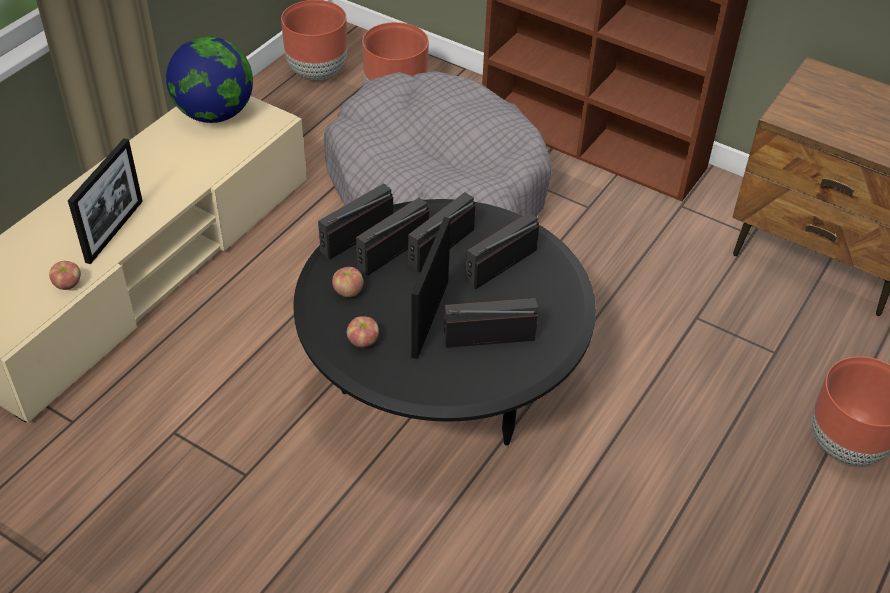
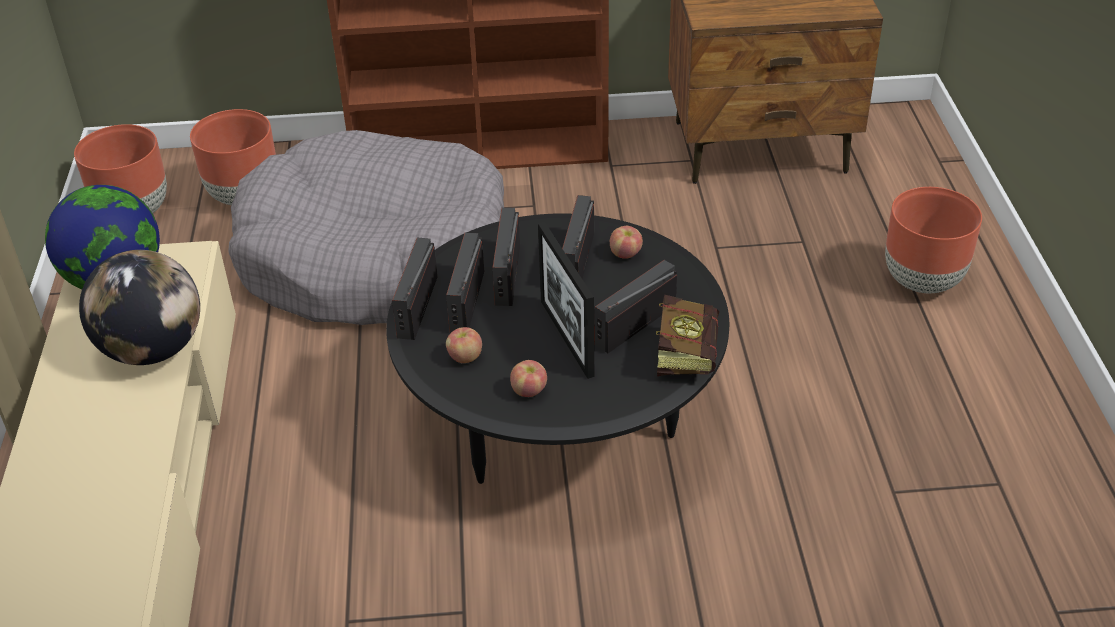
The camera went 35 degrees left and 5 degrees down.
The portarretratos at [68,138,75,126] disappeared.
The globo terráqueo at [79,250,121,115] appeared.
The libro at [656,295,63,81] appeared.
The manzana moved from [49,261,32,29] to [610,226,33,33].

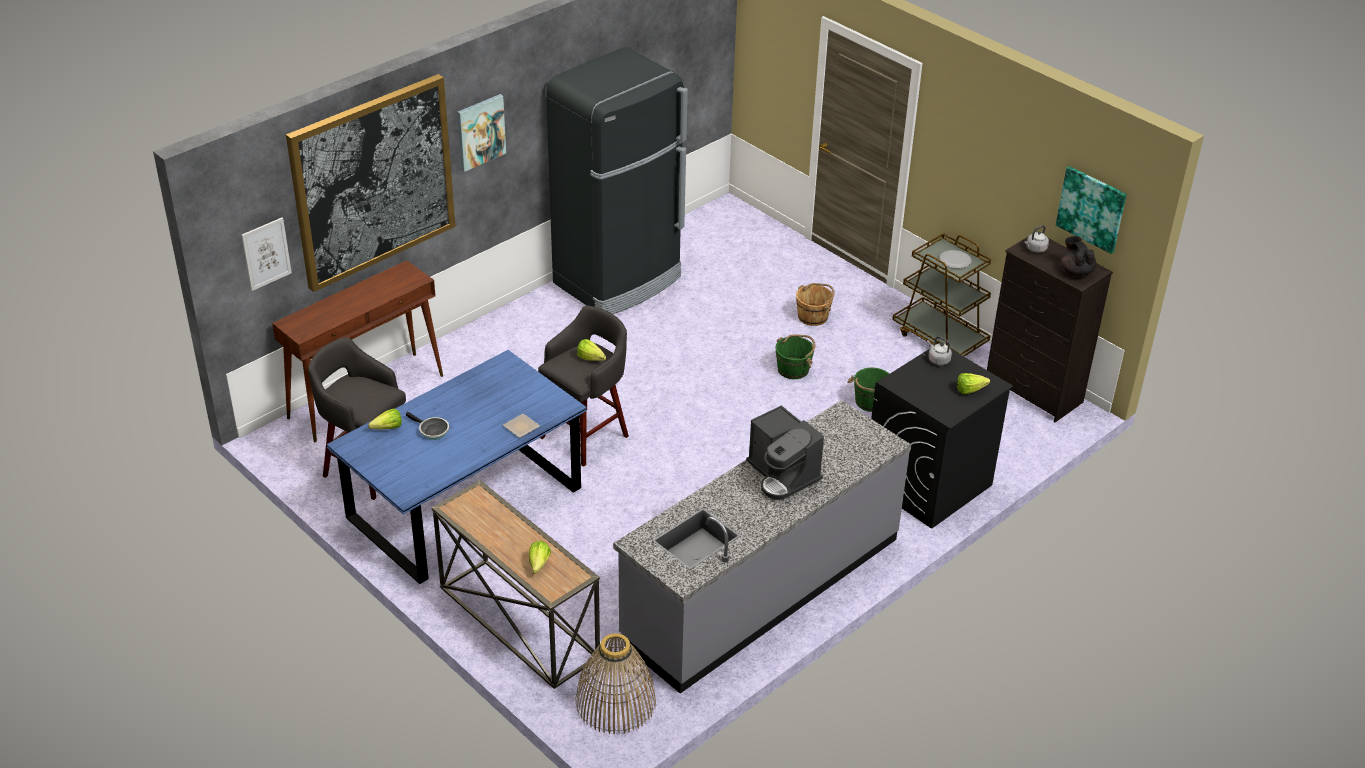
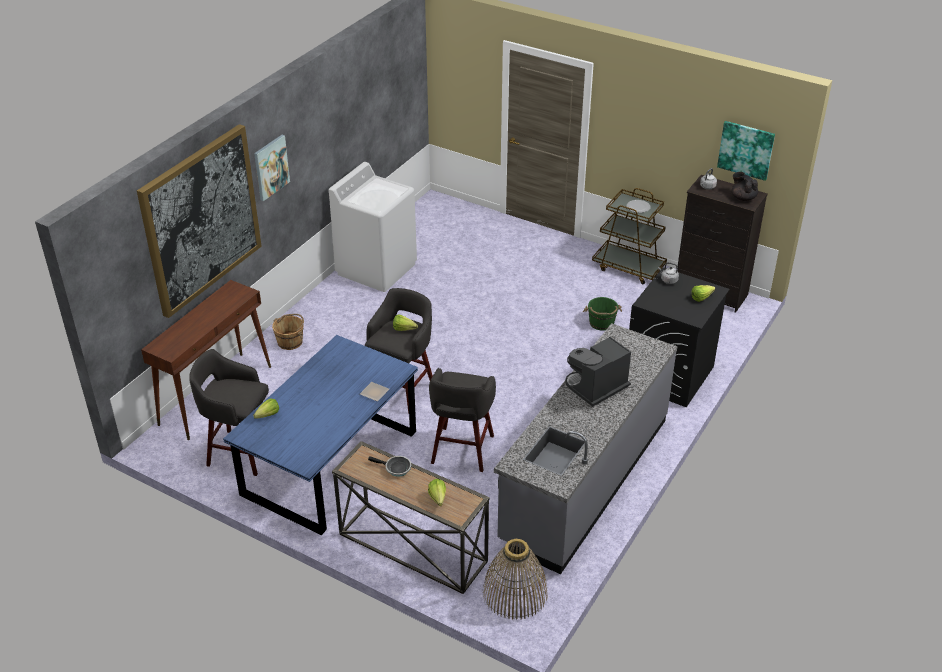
The camera went 15 degrees left and 0 degrees up.
The cuadro at [241,218,51,73] disappeared.
The cubo/verde at [775,335,40,44] disappeared.
The taburete/gris at [429,368,67,104] appeared.
The sartén moved from [406,412,43,28] to [368,456,43,21].
The cubo/marrón moved from [796,283,39,43] to [272,314,32,36].
The nevera/negro at [546,47,142,267] was replaced by the lavadora/blanco at [329,162,88,130].
The cafetera at [746,405,78,95] turned 105 degrees clockwise.

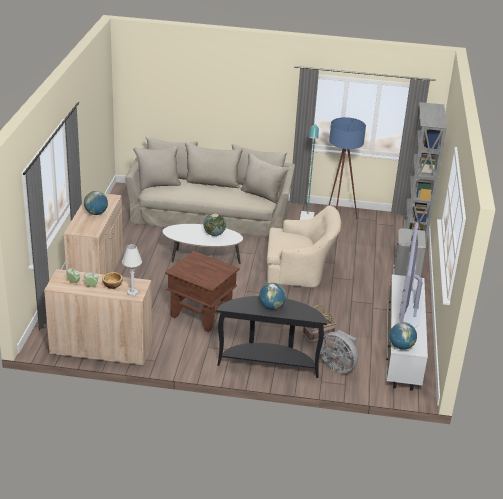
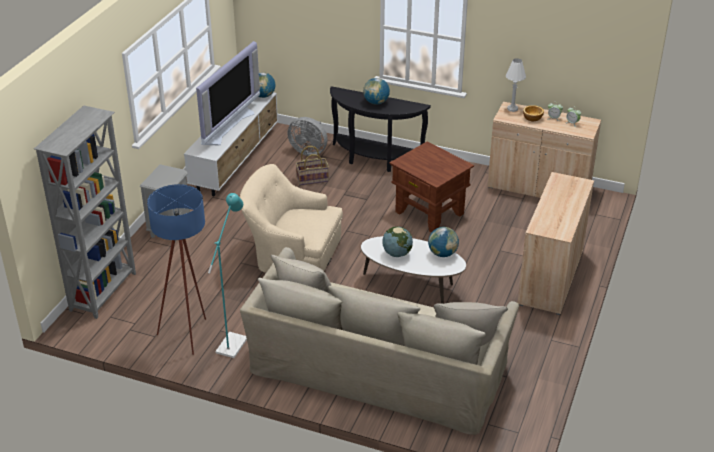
The camera went 165 degrees left and 5 degrees up.
The globo terráqueo moved from [84,191,24,24] to [428,227,31,30].
The ventilador/gris at [320,330,38,43] turned 150 degrees clockwise.

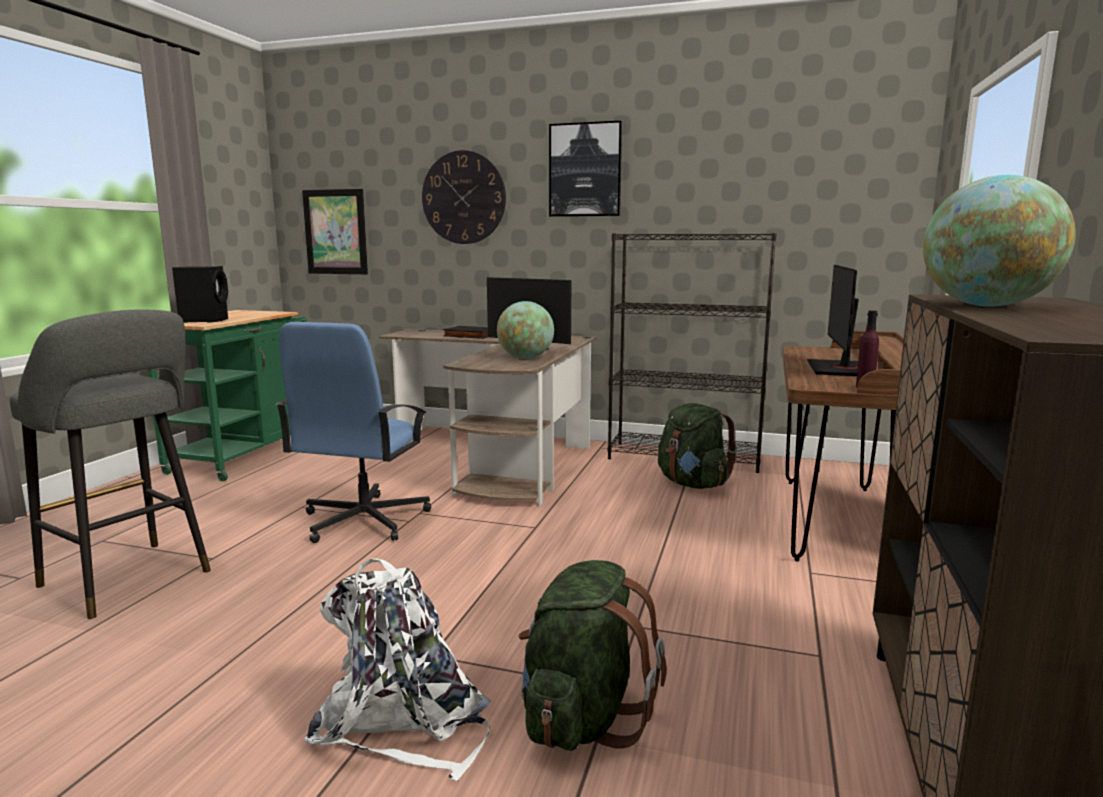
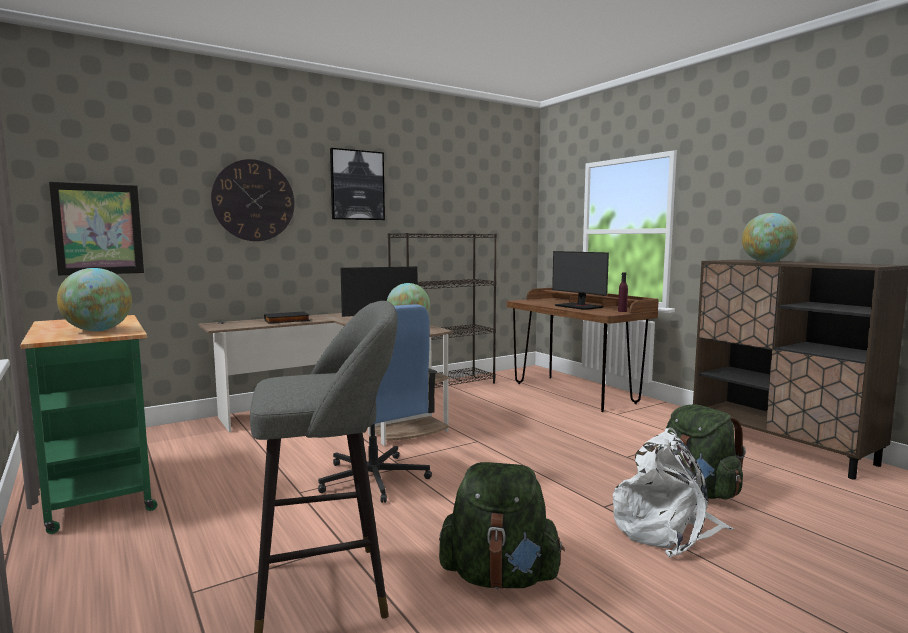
The camera went 50 degrees left and 5 degrees down.
The mochila/verde moved from [658,403,80,86] to [439,462,126,127].
The altavoz/negro at [172,266,56,57] was replaced by the globo terráqueo at [57,268,75,63].

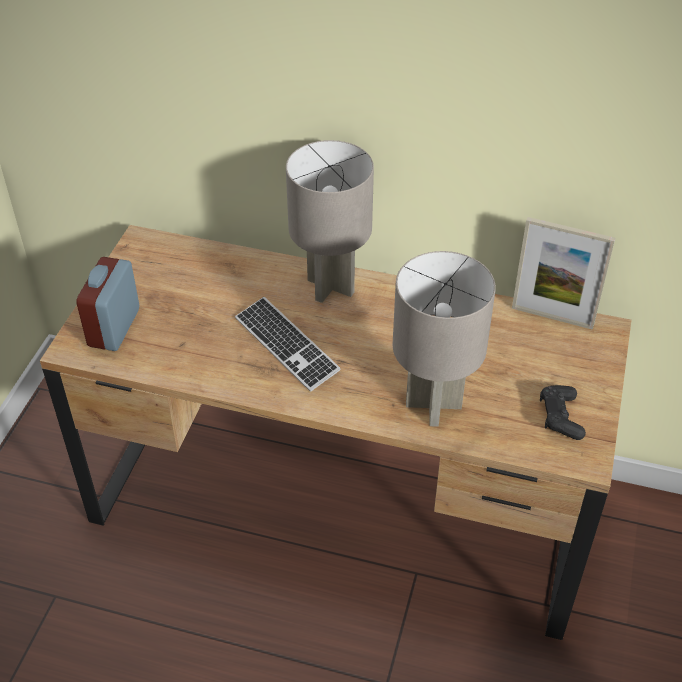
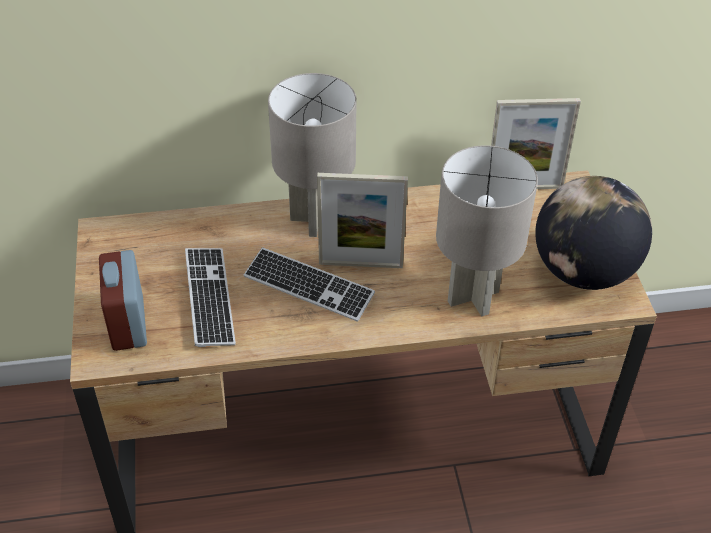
The camera went 25 degrees left and 0 degrees up.
The teclado at [185,248,51,99] appeared.
The portarretratos at [317,173,91,95] appeared.
The mando de consola/negro at [540,385,46,55] was replaced by the globo terráqueo at [535,176,117,114].

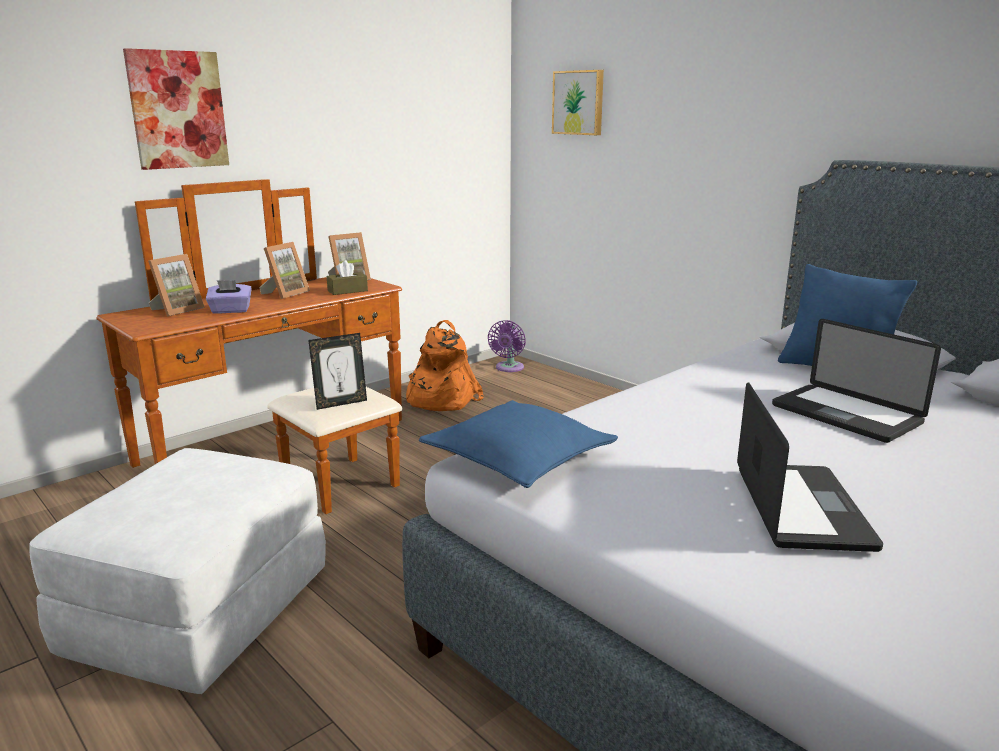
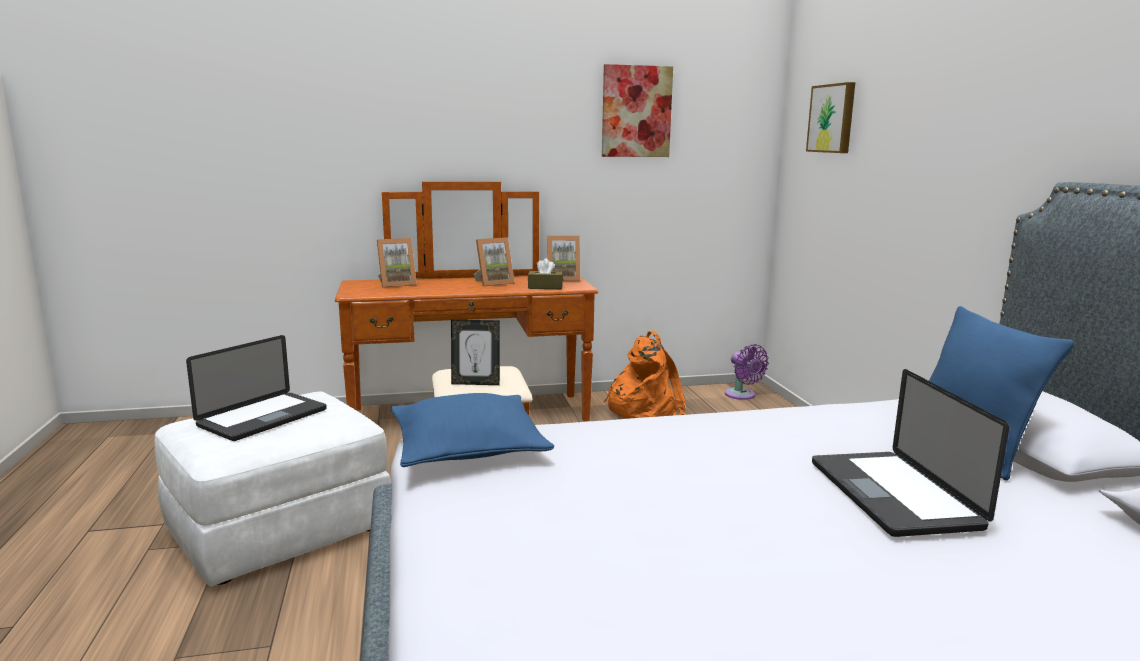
The camera went 30 degrees right and 5 degrees down.
The caja de pañuelos/morado at [206,280,46,34] disappeared.
The cuadro moved from [123,48,106,122] to [602,64,71,93].
The portátil moved from [737,382,146,170] to [186,335,141,106].
The ventilador/morado at [488,320,38,52] turned 75 degrees counterclockwise.

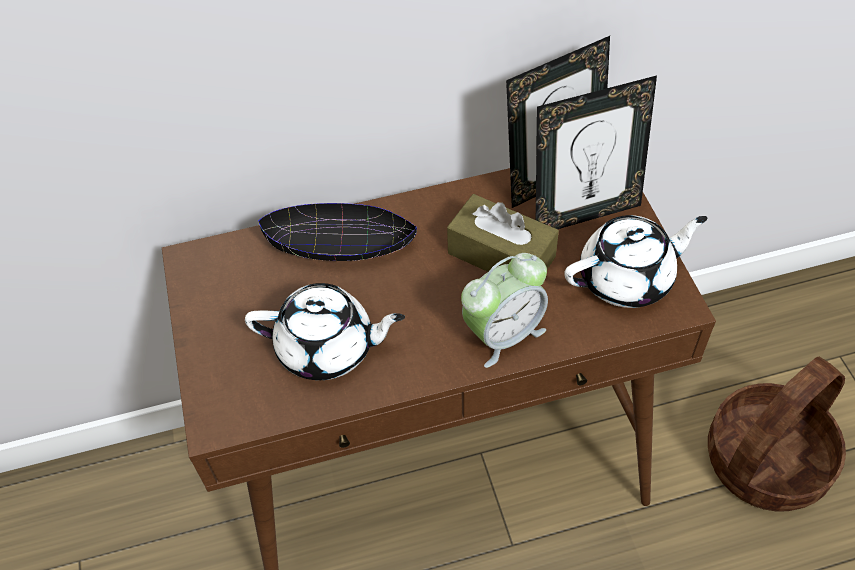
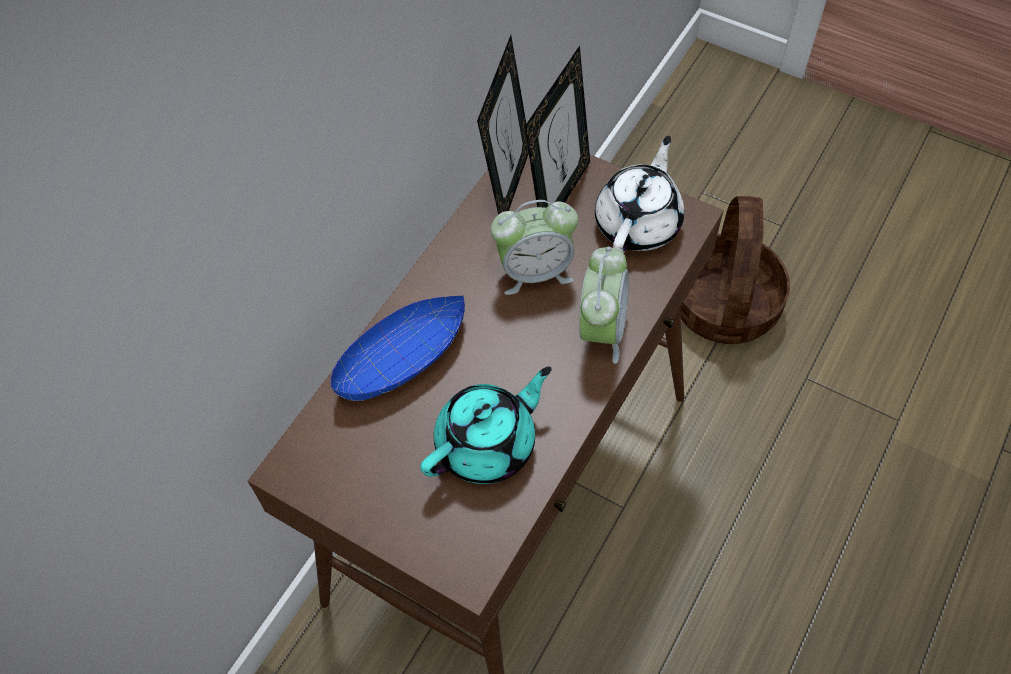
The camera went 45 degrees left and 5 degrees up.
The caja de pañuelos/marrón at [447,194,112,78] was replaced by the despertador at [491,200,87,95].
The tetera/blanco at [245,283,160,97] became the tetera/turquesa at [420,366,132,118].
The cuenco/negro at [258,203,159,58] became the cuenco/azul at [331,295,134,106].

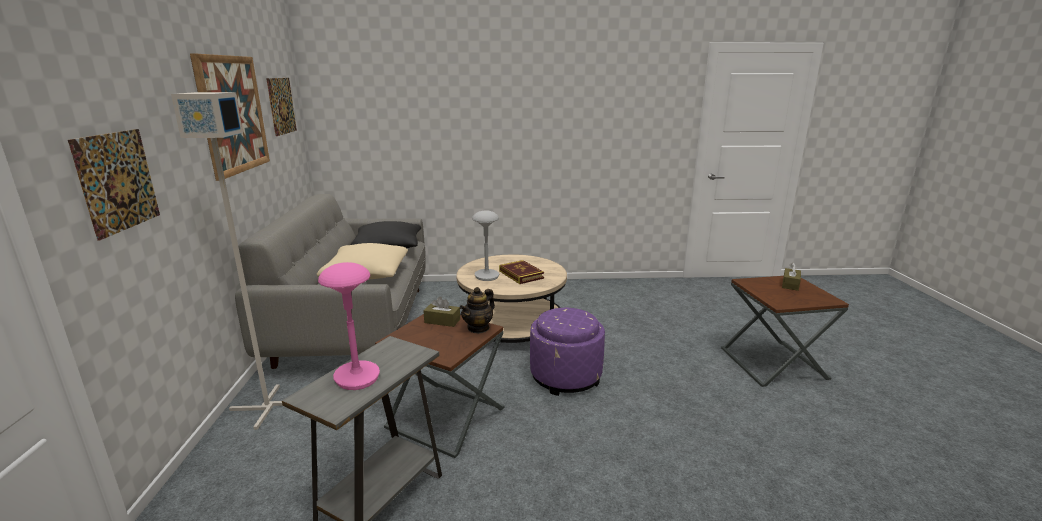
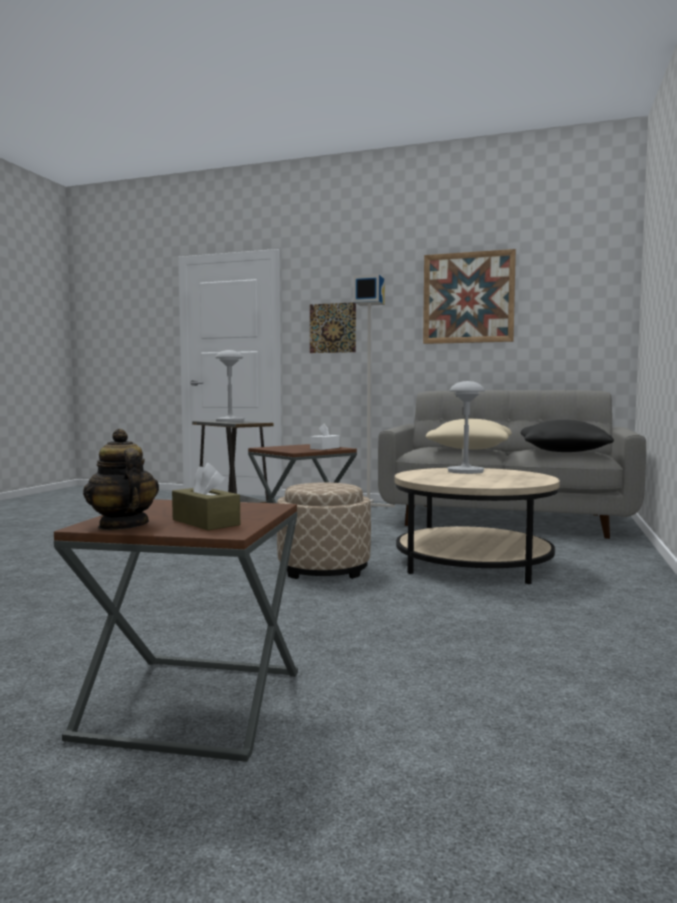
The camera went 110 degrees right and 15 degrees down.
The cuadro at [266,78,31,58] disappeared.
The libro at [499,260,45,24] disappeared.
The tetera moved from [459,287,36,47] to [83,429,76,101].
The lámpara de mesa/rosa at [318,262,62,128] became the lámpara de mesa/gris at [215,350,30,72].
The caja de pañuelos/marrón at [423,297,37,30] became the caja de pañuelos/blanco at [310,424,30,26].
The puf/morado at [530,308,75,88] became the puf/beis at [277,482,94,97].

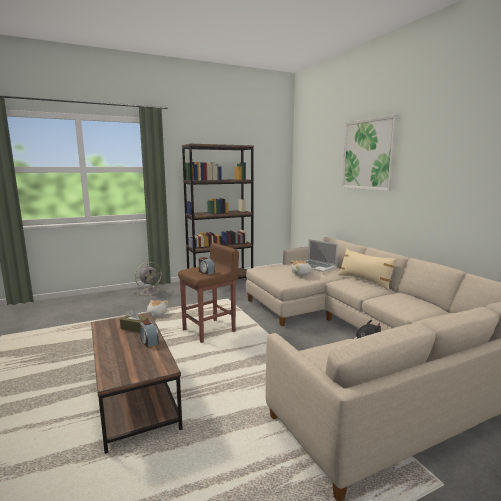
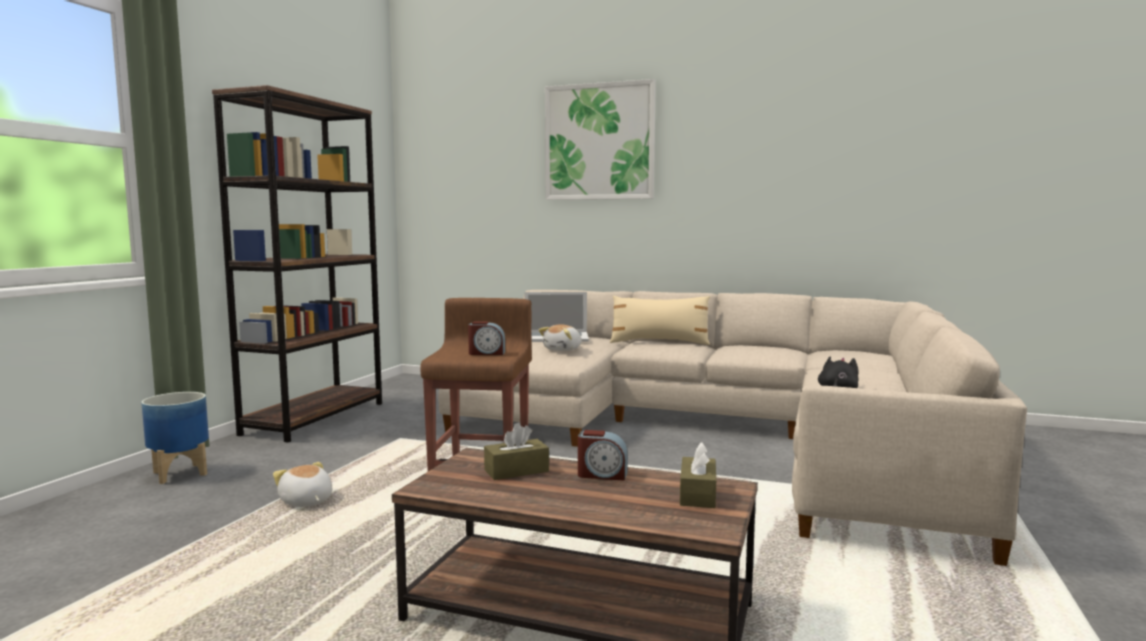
The camera went 45 degrees left and 5 degrees down.
The caja de pañuelos/marrón at [680,442,36,66] appeared.
The ventilador/gris at [134,262,30,34] was replaced by the maceta at [141,392,68,92].

